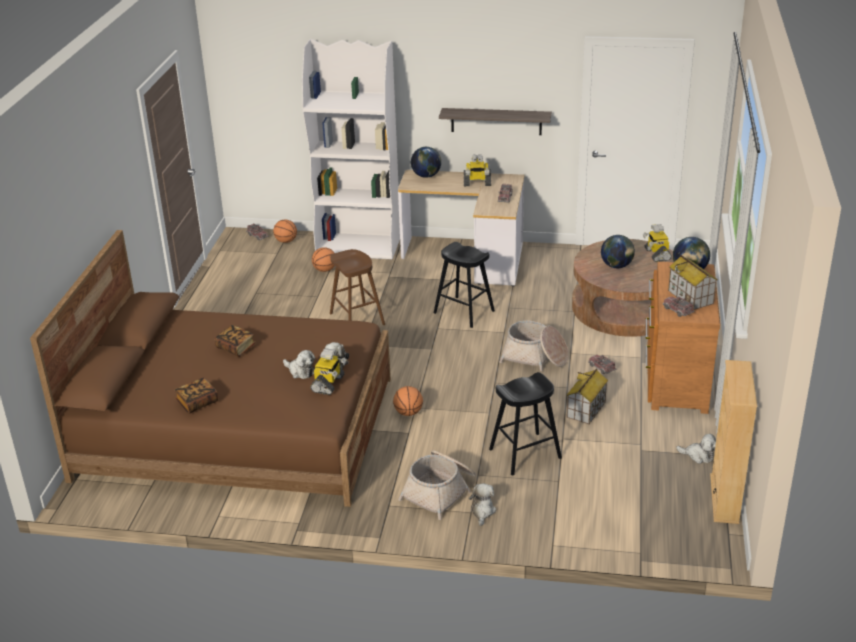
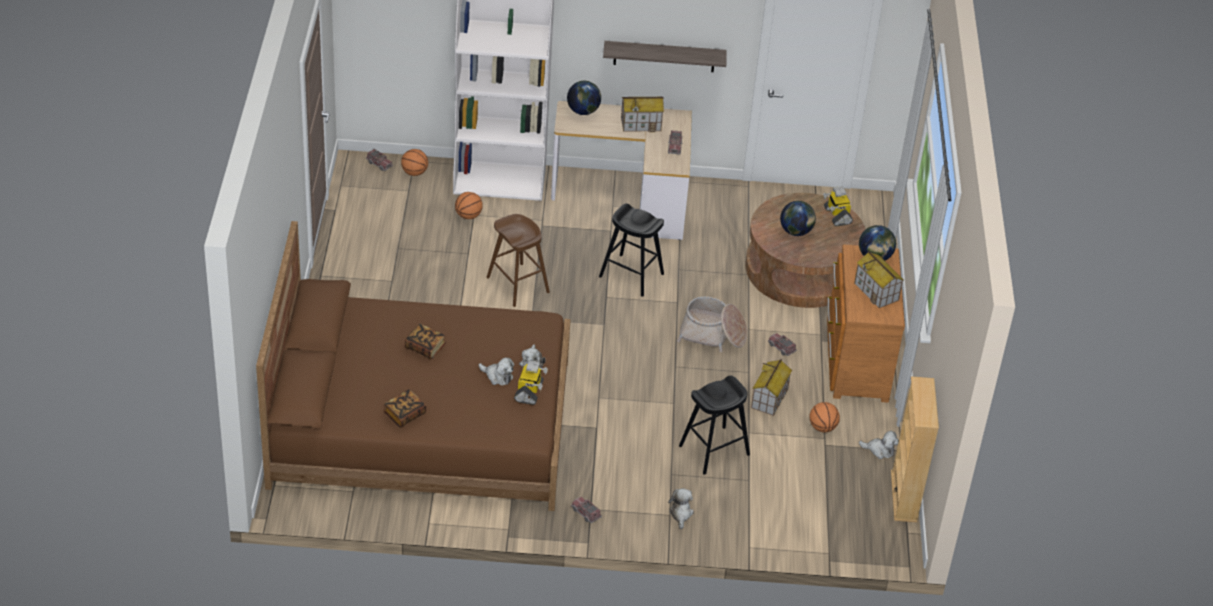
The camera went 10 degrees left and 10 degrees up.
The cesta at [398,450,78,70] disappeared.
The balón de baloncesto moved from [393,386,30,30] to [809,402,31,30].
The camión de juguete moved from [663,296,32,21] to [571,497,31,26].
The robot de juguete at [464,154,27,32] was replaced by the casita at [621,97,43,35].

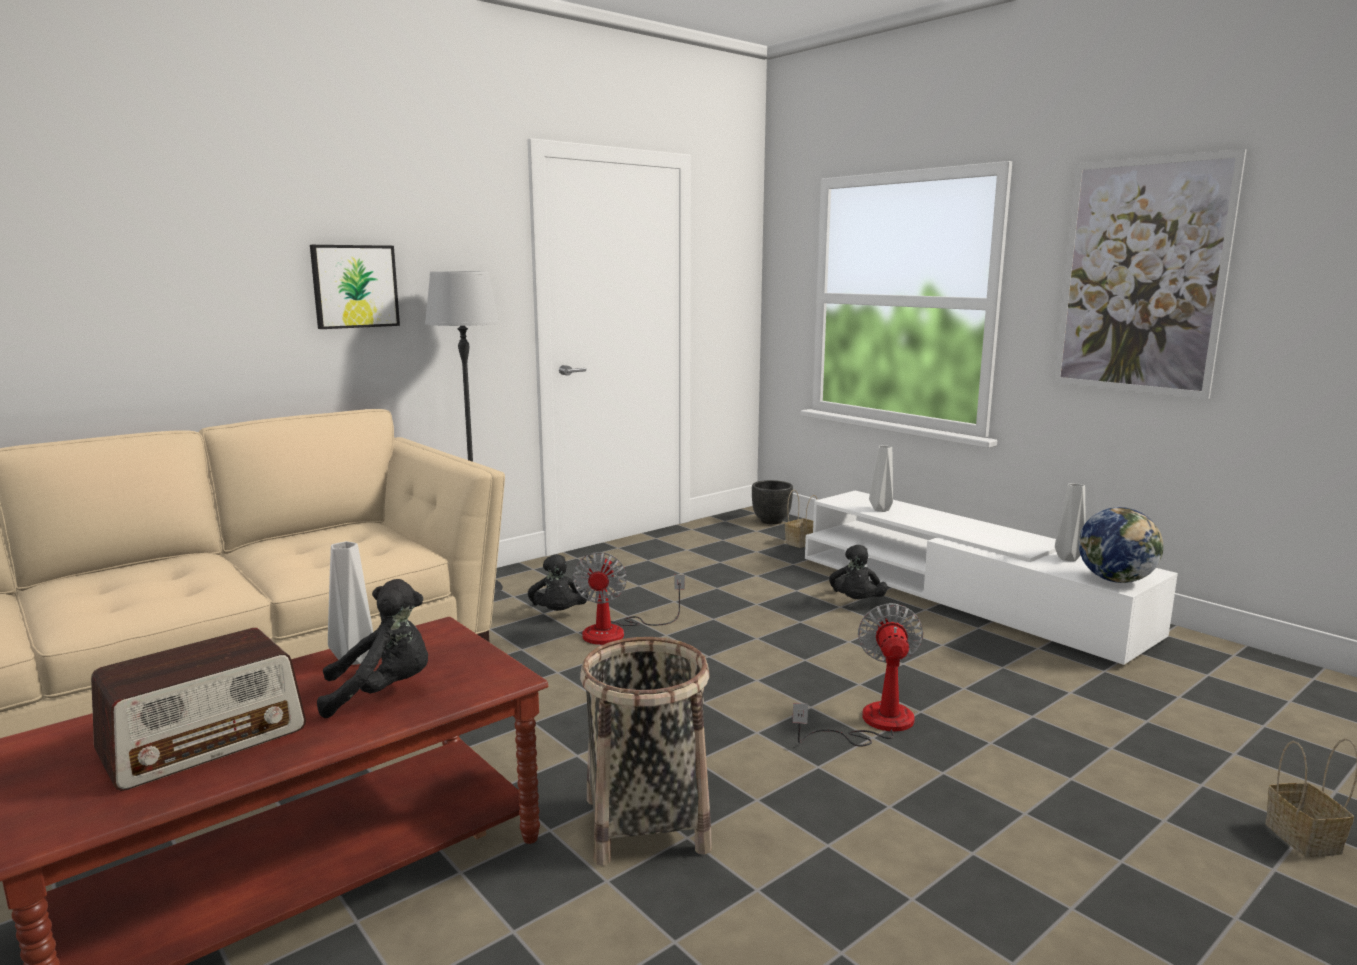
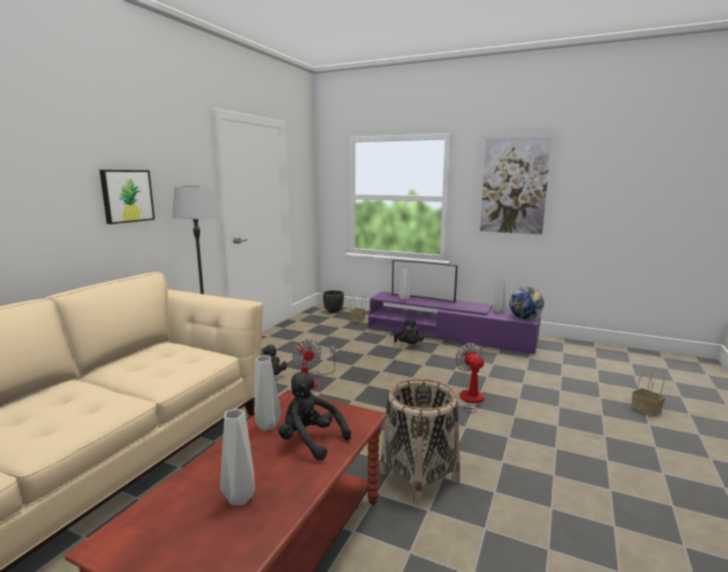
The camera went 25 degrees left and 0 degrees up.
The televisor at [392,260,65,42] appeared.
The radio at [91,628,215,163] was replaced by the florero/gris at [220,409,35,96].
The mueble de televisión/blanco at [805,491,373,174] became the mueble de televisión/morado at [368,291,173,63].
The peluche/negro at [317,579,111,139] turned 105 degrees counterclockwise.

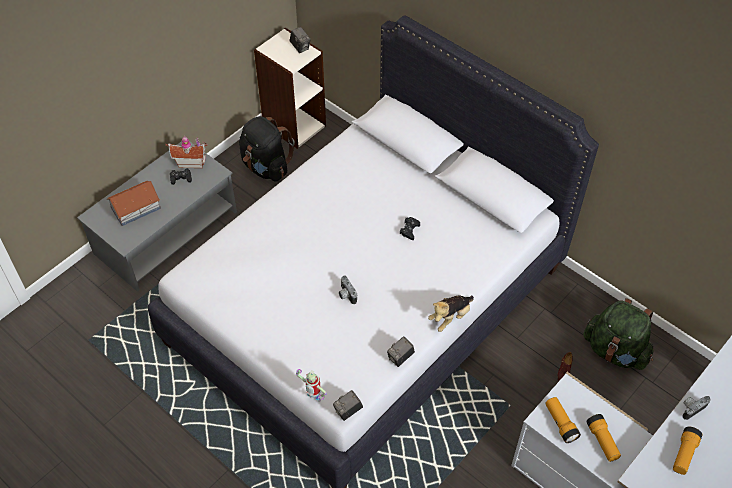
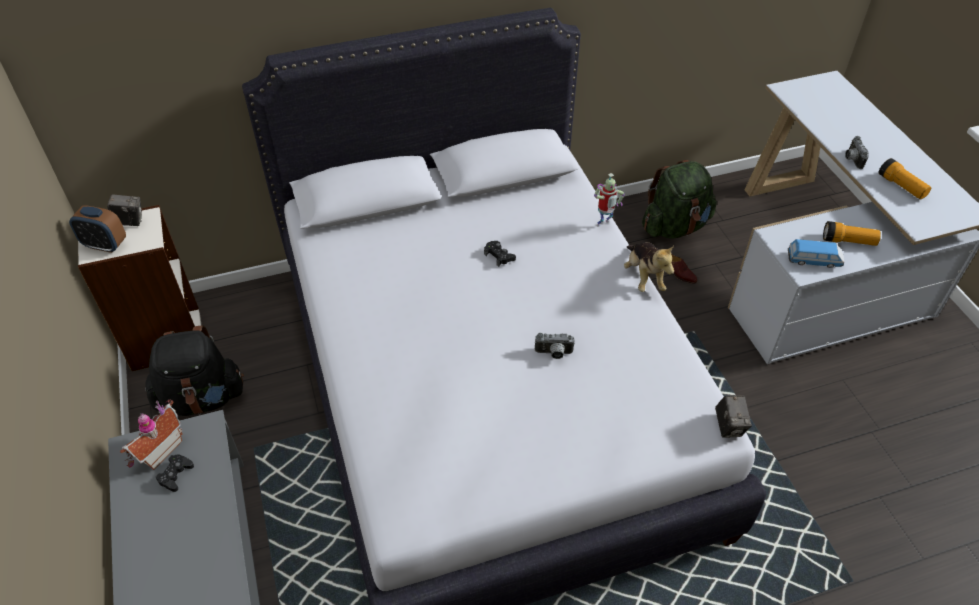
The camera went 60 degrees left and 5 degrees down.
The casita at [107,181,54,45] disappeared.
The cámara at [387,336,28,31] disappeared.
The despertador at [69,205,57,48] appeared.
The robot de juguete moved from [296,369,31,33] to [594,173,31,54].
The linterna at [545,397,36,46] was replaced by the coche de juguete at [788,239,56,29].

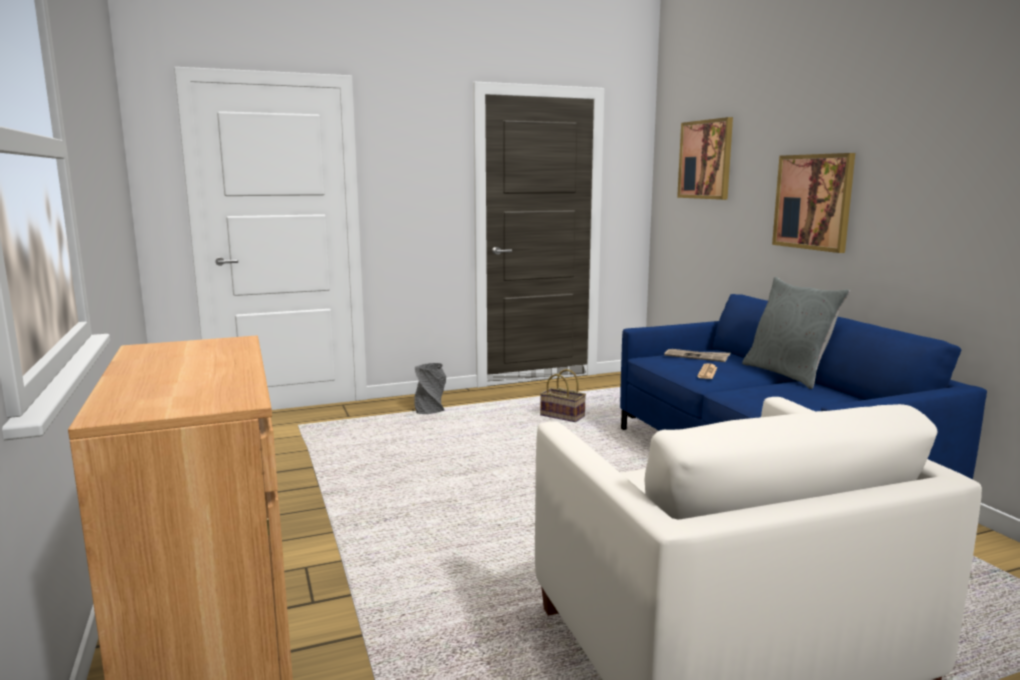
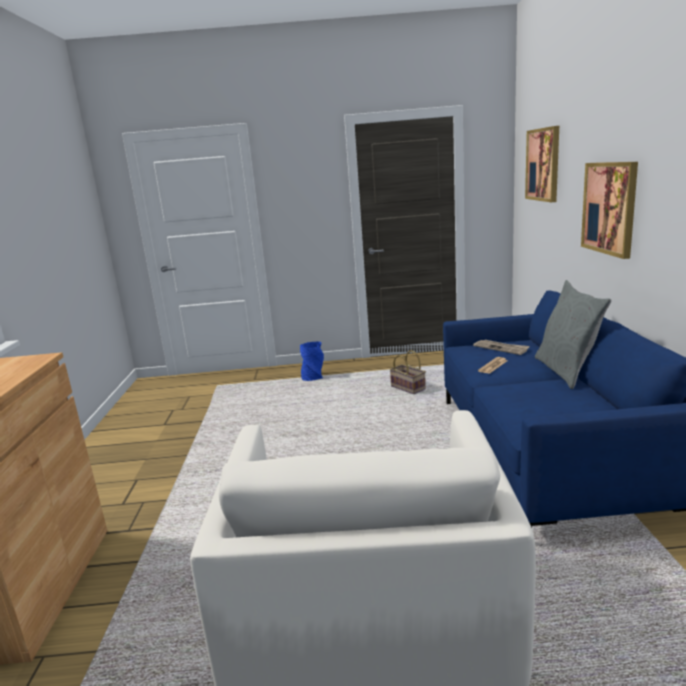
The camera went 20 degrees right and 5 degrees up.
The florero/gris at [414,363,32,51] became the florero/azul at [300,341,24,40].

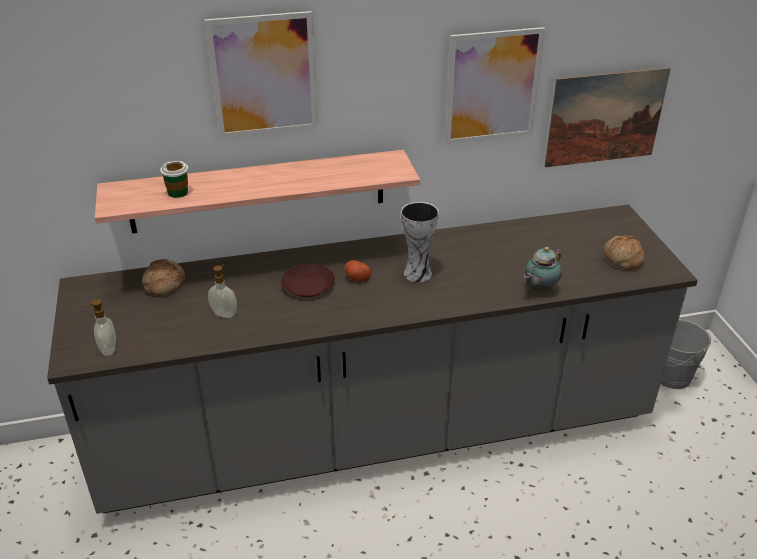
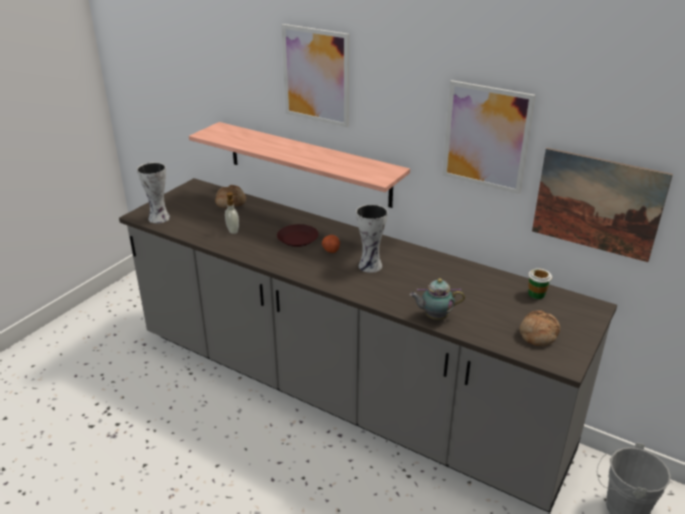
The camera went 45 degrees right and 5 degrees down.
The taza moved from [160,161,29,37] to [528,268,24,31].
The dispensador de jabón at [85,300,31,56] was replaced by the florero at [137,162,33,62].

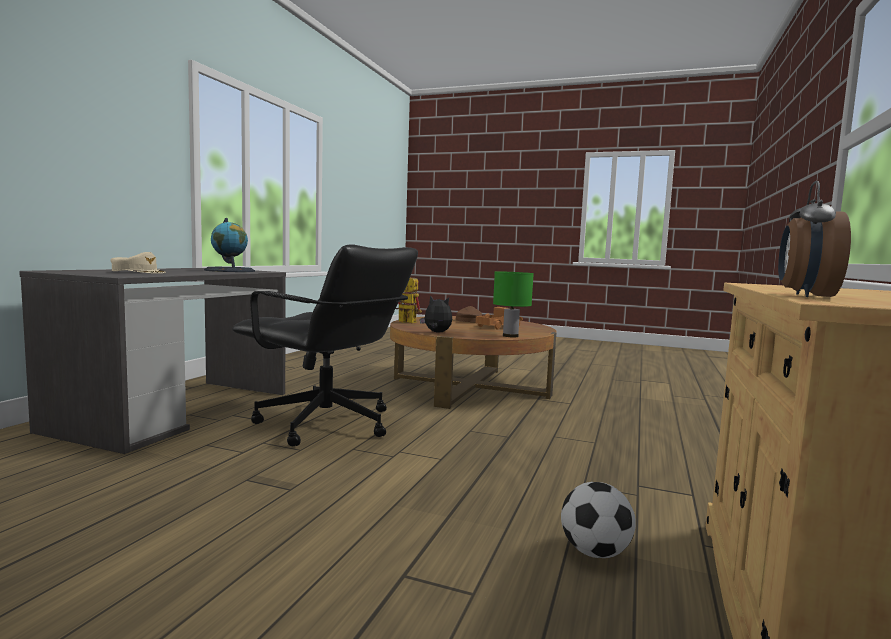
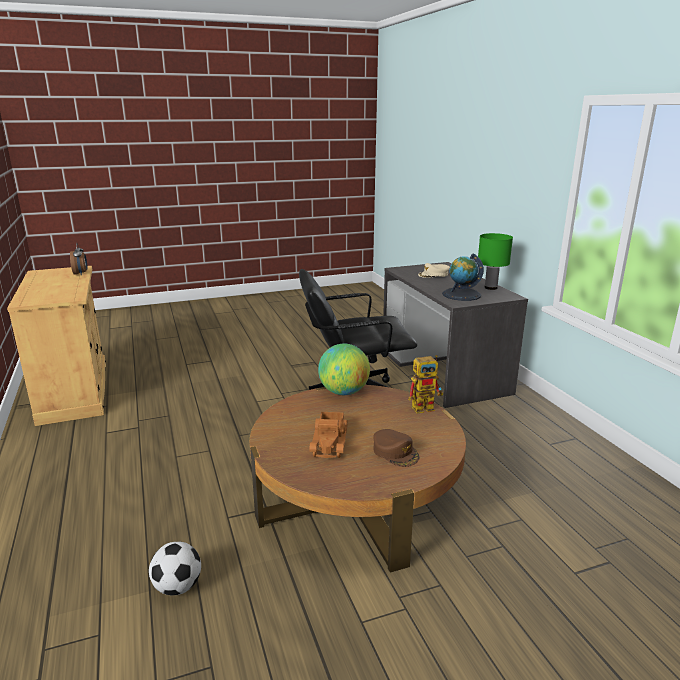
The camera went 140 degrees right and 15 degrees up.
The lámpara de mesa/verde moved from [493,271,41,66] to [478,233,35,57].
The balón de fútbol moved from [561,482,75,76] to [149,542,52,53].
The peluche at [420,296,32,37] was replaced by the globo terráqueo at [318,344,52,51].

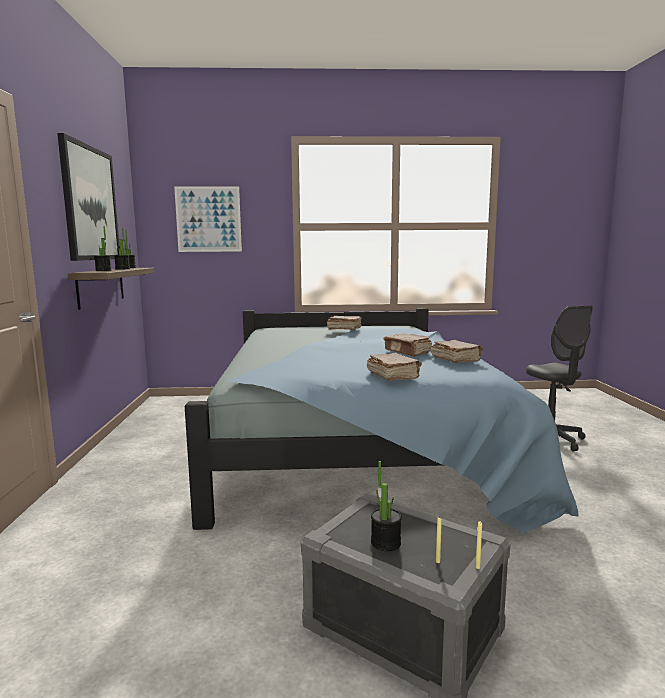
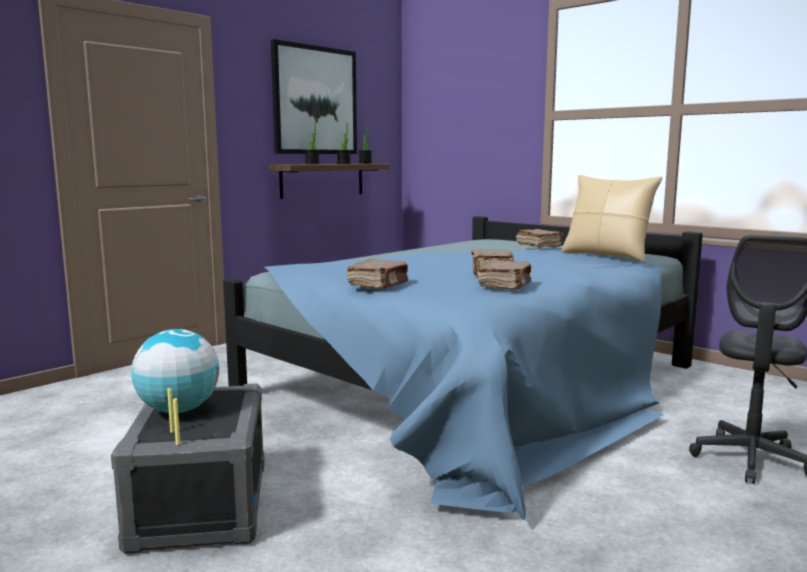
The camera went 45 degrees right and 0 degrees up.
The cuadro at [174,186,68,66] disappeared.
The cojín/beis at [561,175,102,87] appeared.
The planta en maceta at [371,461,31,90] was replaced by the globo terráqueo at [131,329,88,84].

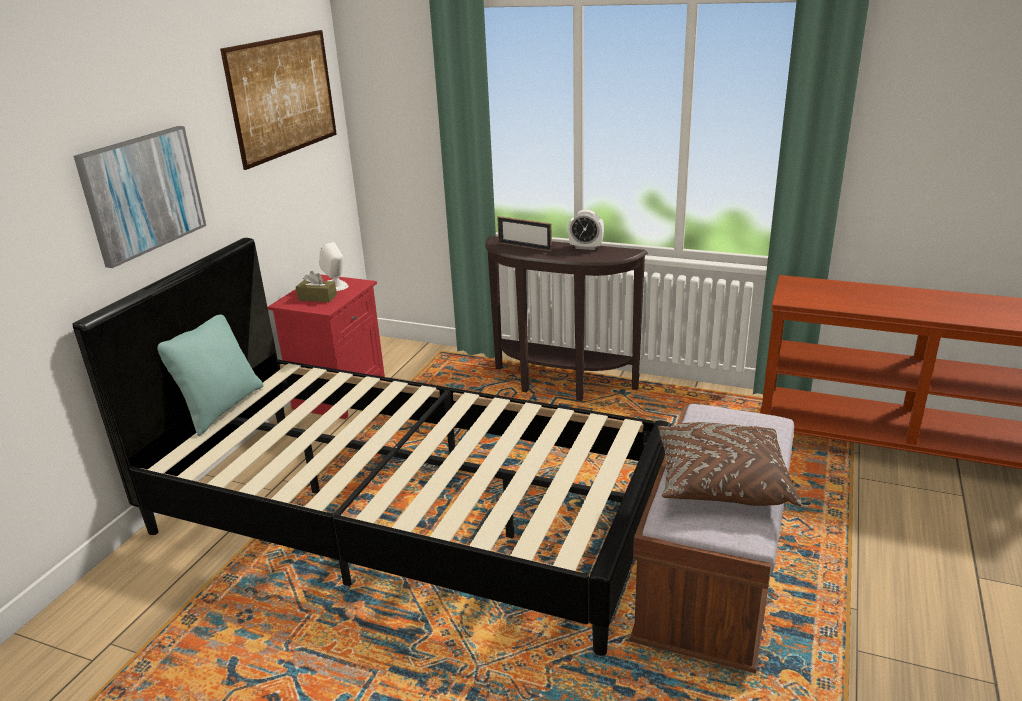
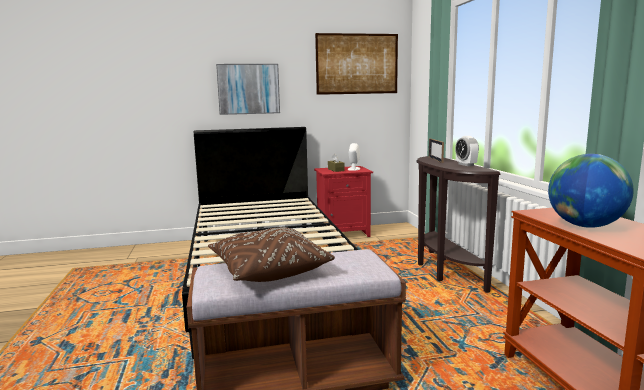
The camera went 55 degrees right and 15 degrees down.
The cojín/turquesa at [157,315,107,121] disappeared.
The globo terráqueo at [548,154,86,74] appeared.

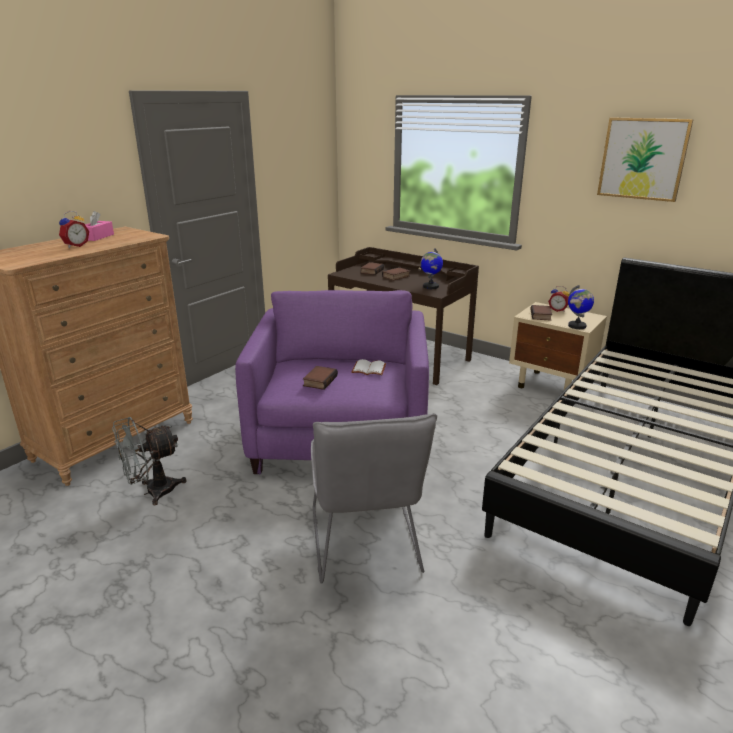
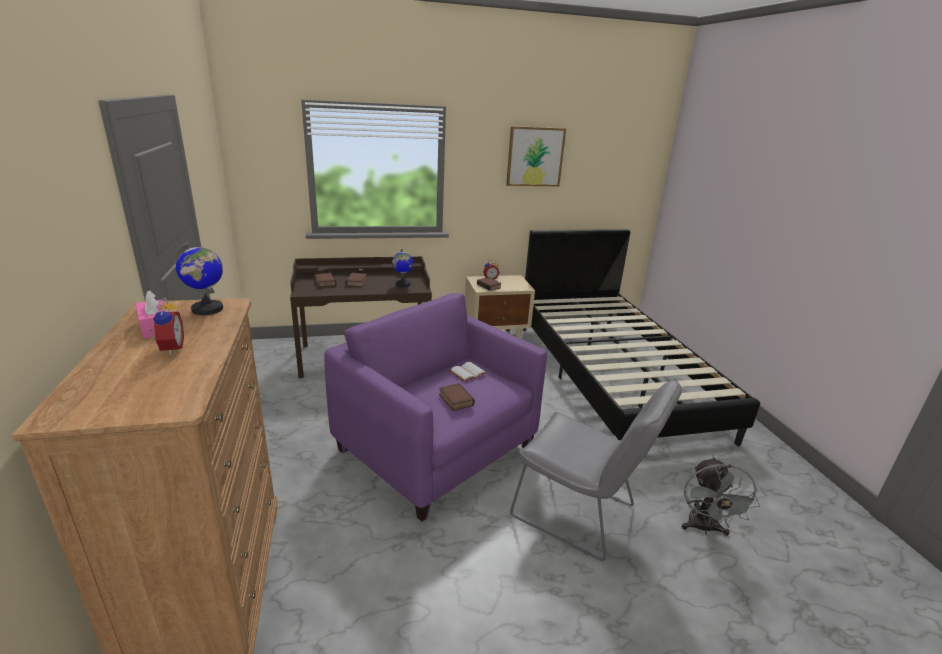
The camera went 50 degrees left and 0 degrees up.
The ventilador/gris moved from [112,417,75,88] to [682,457,78,79].
The globo terráqueo moved from [568,285,26,44] to [175,242,48,73].

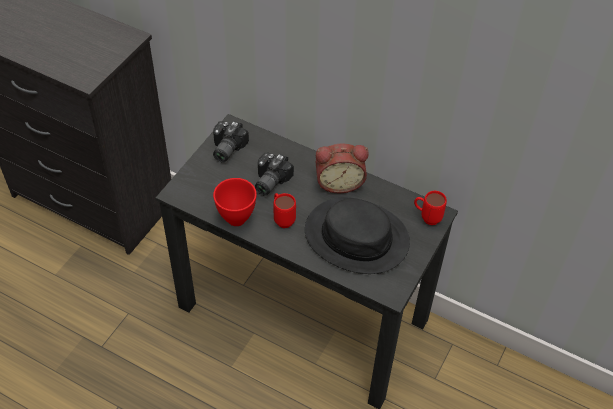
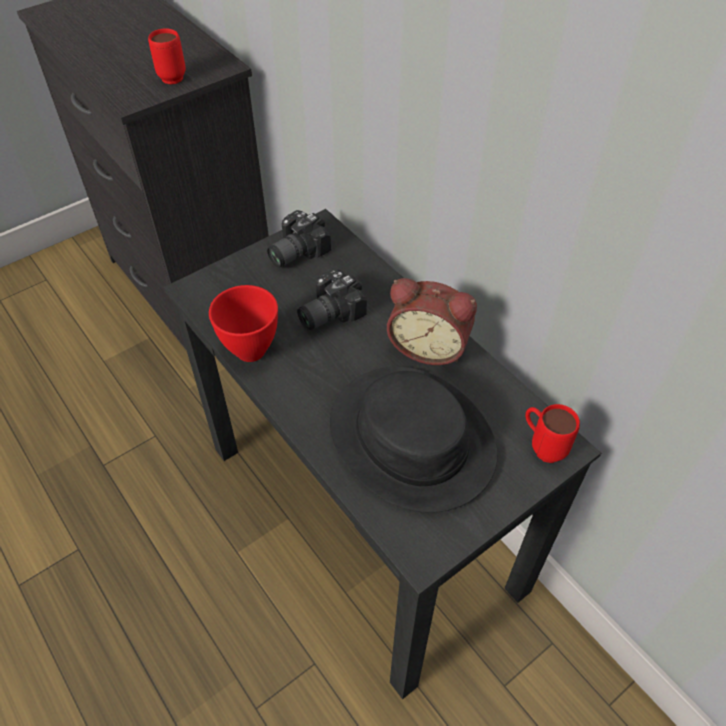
The camera went 25 degrees right and 0 degrees up.
The taza grande/rojo moved from [274,193,22,35] to [148,28,38,56].

